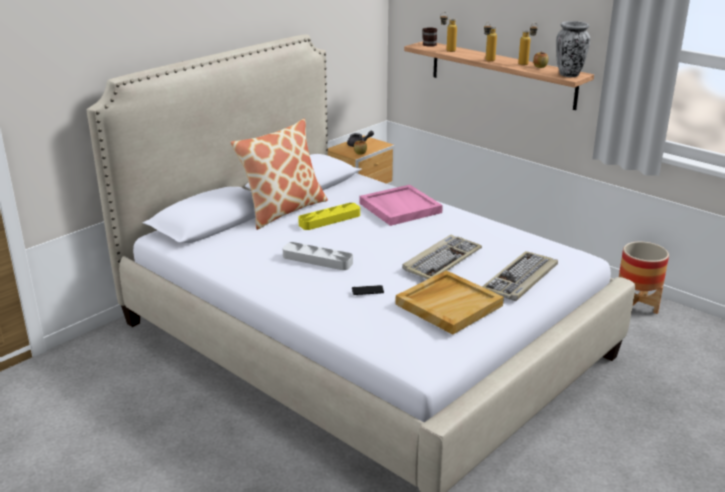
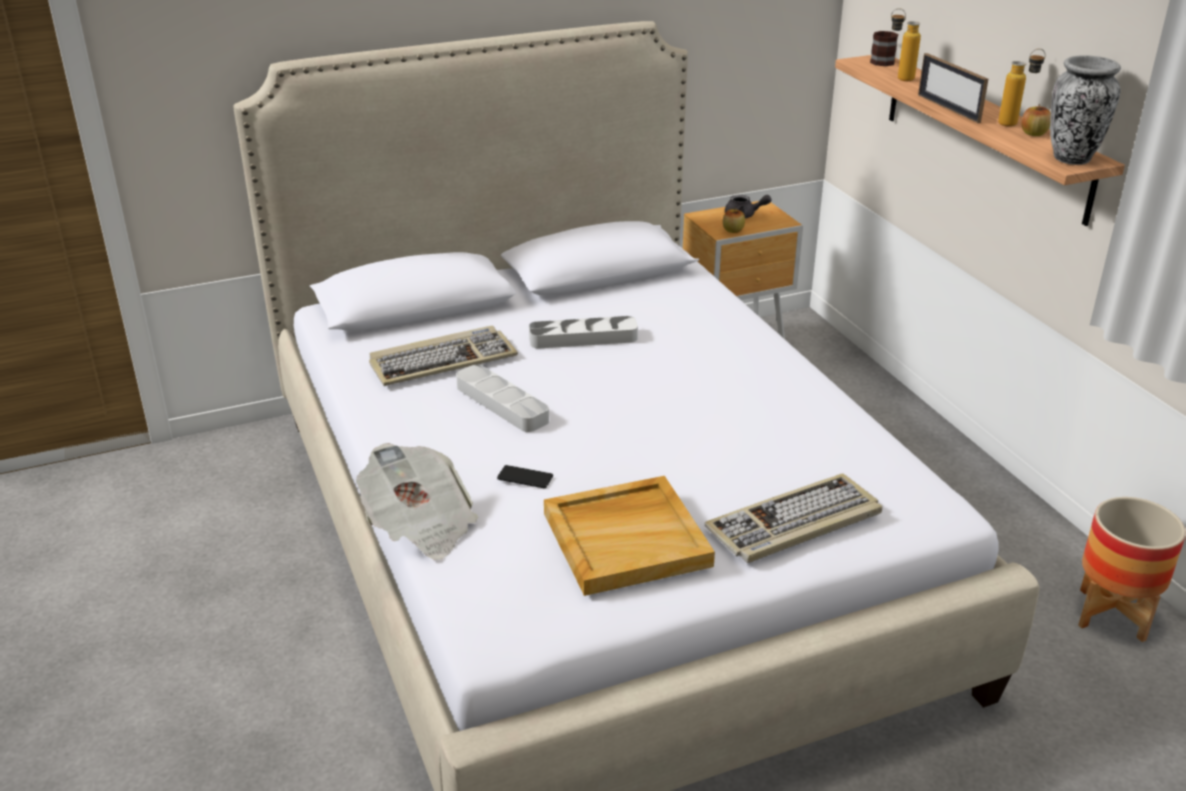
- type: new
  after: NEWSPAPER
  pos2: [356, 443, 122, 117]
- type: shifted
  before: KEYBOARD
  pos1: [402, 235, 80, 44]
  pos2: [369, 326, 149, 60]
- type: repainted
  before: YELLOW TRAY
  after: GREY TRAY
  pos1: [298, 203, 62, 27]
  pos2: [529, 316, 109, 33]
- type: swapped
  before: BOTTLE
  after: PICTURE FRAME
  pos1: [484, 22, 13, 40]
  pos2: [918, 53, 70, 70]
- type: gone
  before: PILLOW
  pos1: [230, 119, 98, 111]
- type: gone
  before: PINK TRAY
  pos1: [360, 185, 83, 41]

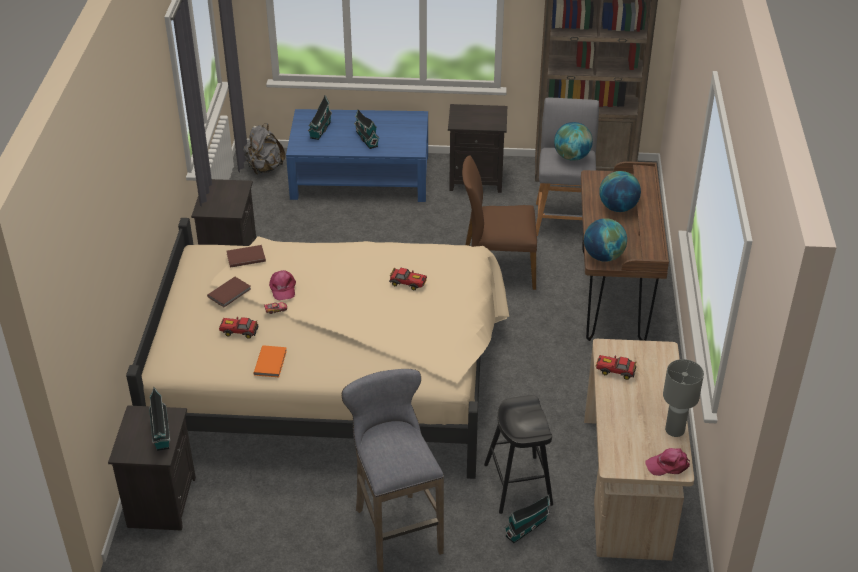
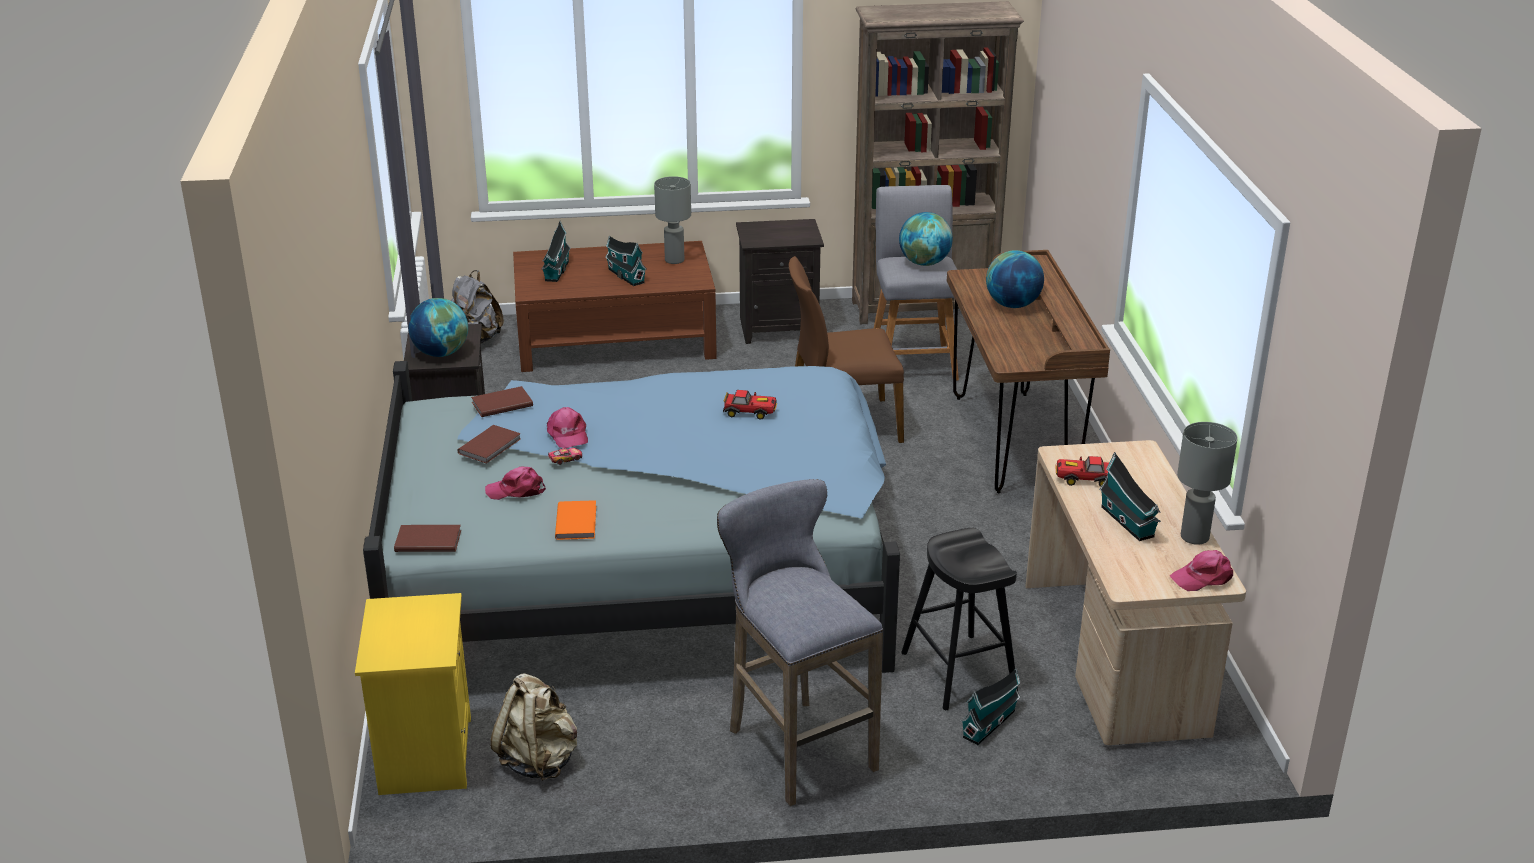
- type: repainted
  before: BLACK NIGHTSTAND
  after: YELLOW NIGHTSTAND
  pos1: [108, 405, 88, 126]
  pos2: [355, 593, 116, 202]
- type: repainted
  before: BEIGE BED
  after: BLUE BED
  pos1: [126, 218, 383, 261]
  pos2: [363, 361, 537, 312]
- type: new
  after: BROWN BOOK
  pos2: [394, 525, 67, 27]
- type: shifted
  before: GLOBE
  pos1: [584, 218, 43, 44]
  pos2: [408, 298, 60, 59]
- type: swapped
  before: TOY CAR
  after: PINK CAP
  pos1: [219, 317, 40, 22]
  pos2: [485, 466, 61, 34]
- type: new
  after: BEIGE BACKPACK
  pos2: [490, 673, 87, 108]
- type: repainted
  before: BLUE COFFEE TABLE
  after: BROWN COFFEE TABLE
  pos1: [286, 109, 142, 93]
  pos2: [513, 241, 204, 131]
- type: new
  after: GREY TABLE LAMP
  pos2: [654, 176, 37, 88]
- type: shifted
  before: TOY HOUSE
  pos1: [149, 387, 21, 64]
  pos2: [1099, 452, 62, 89]

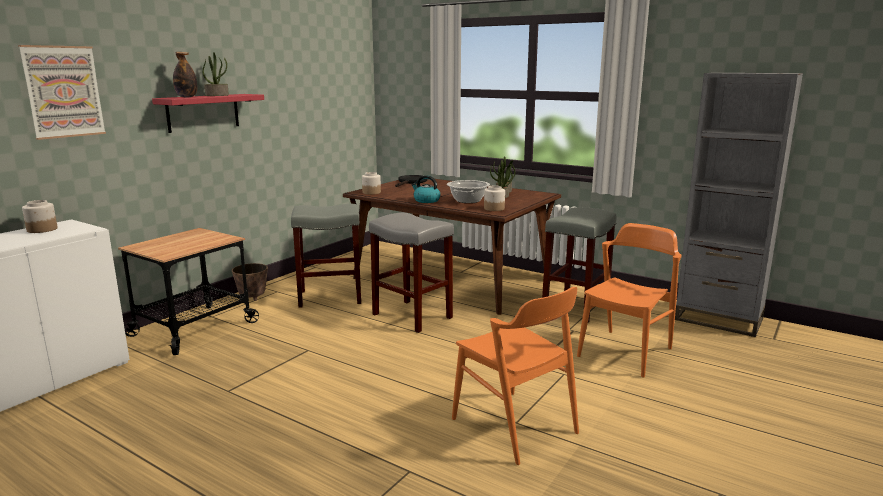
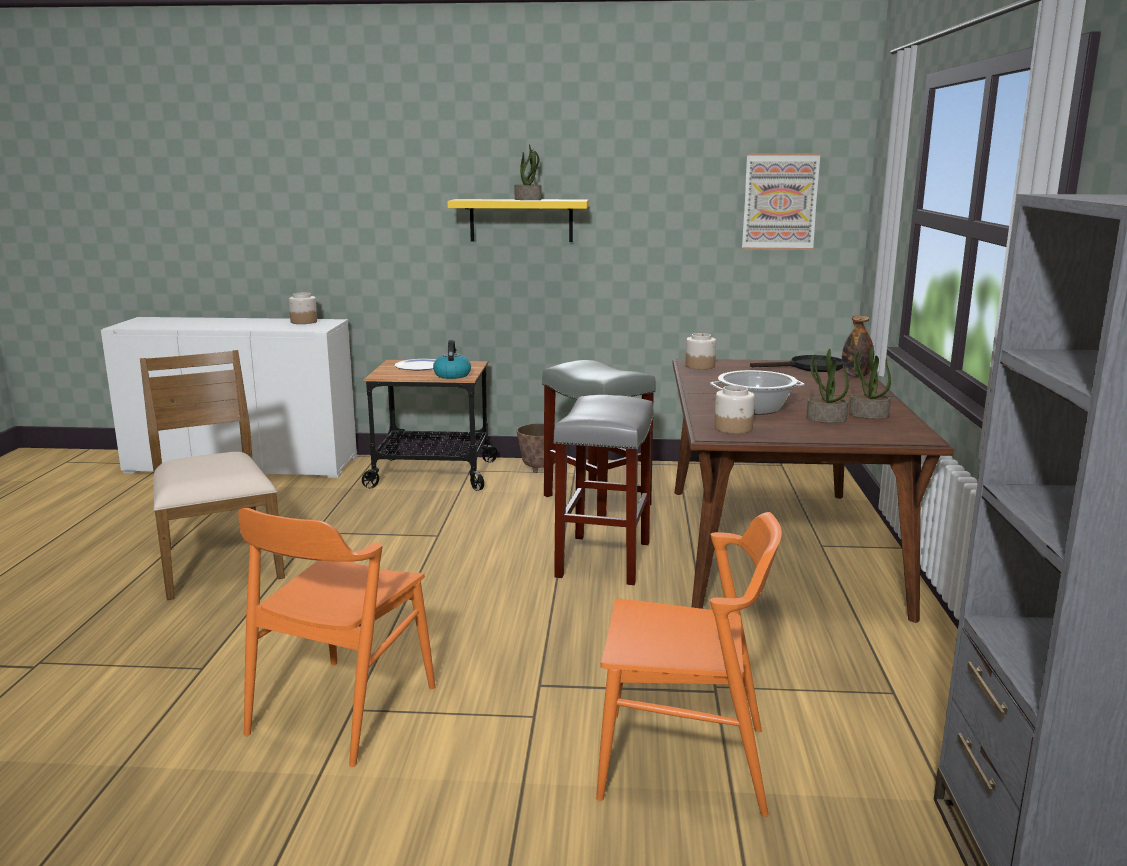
- type: new
  after: BROWN CHAIR
  pos2: [140, 350, 145, 250]
- type: new
  after: PLATE
  pos2: [395, 359, 41, 11]
- type: shifted
  before: KETTLE
  pos1: [411, 175, 29, 28]
  pos2: [433, 340, 38, 39]
- type: repainted
  before: RED SHELF
  after: YELLOW SHELF
  pos1: [152, 94, 112, 39]
  pos2: [447, 199, 142, 43]
- type: shifted
  before: PICTURE
  pos1: [18, 45, 88, 95]
  pos2: [742, 153, 79, 97]
- type: shifted
  before: BOTTLE
  pos1: [173, 52, 24, 45]
  pos2: [842, 315, 32, 62]
- type: gone
  before: GREY STOOL
  pos1: [542, 207, 75, 116]

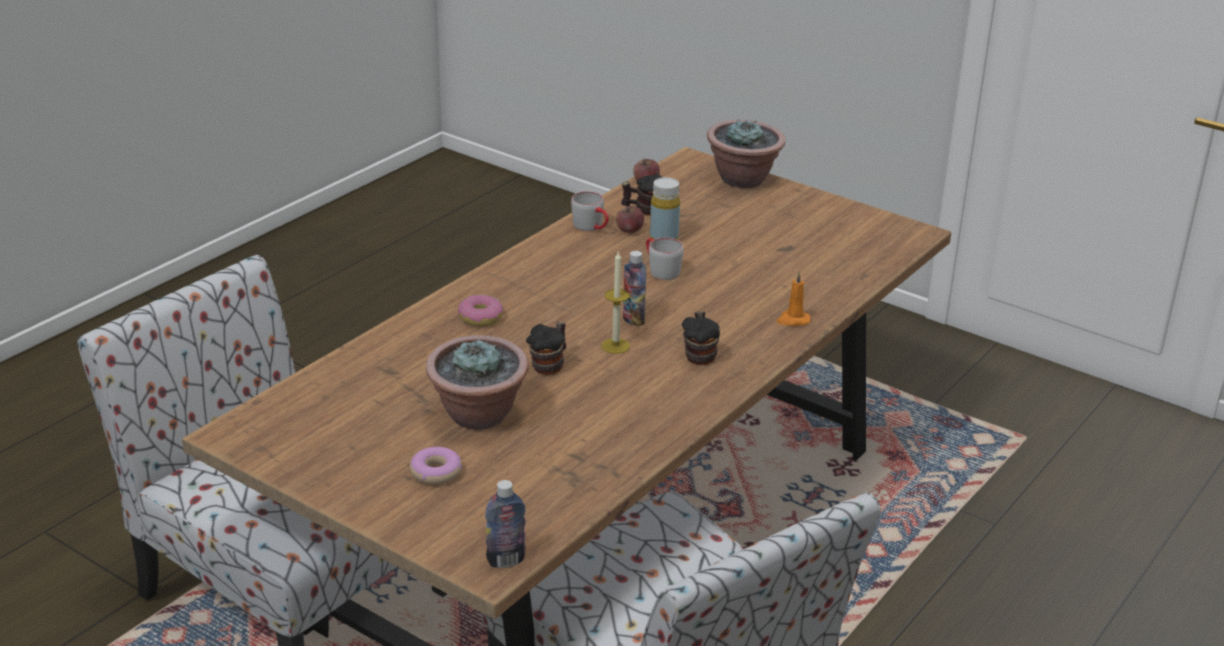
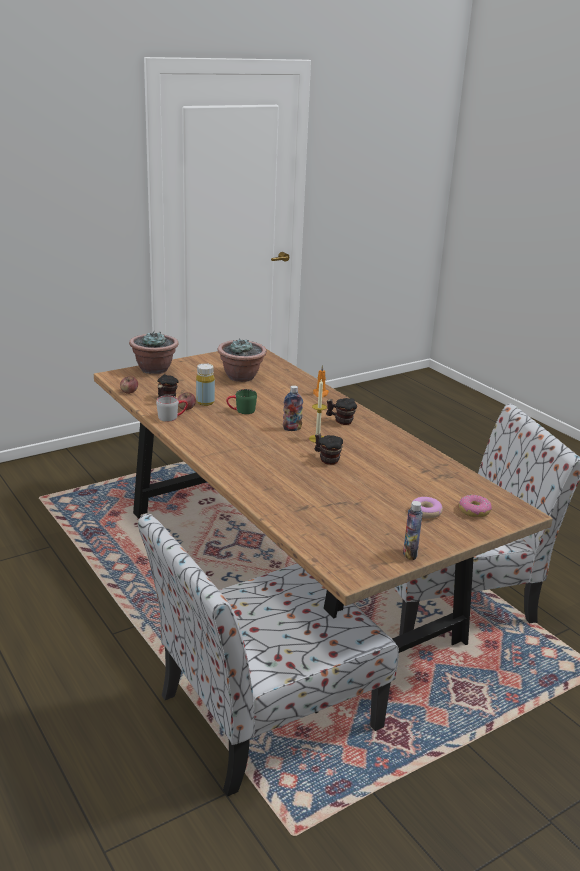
- type: shifted
  before: POTTED PLANT
  pos1: [426, 335, 103, 95]
  pos2: [218, 338, 49, 44]
- type: repainted
  before: GREY MUG
  after: GREEN MUG
  pos1: [646, 238, 38, 42]
  pos2: [226, 389, 31, 25]
- type: shifted
  before: BOTTLE
  pos1: [485, 480, 41, 88]
  pos2: [403, 501, 20, 59]
- type: shifted
  before: DONUT
  pos1: [458, 295, 45, 32]
  pos2: [459, 495, 33, 22]

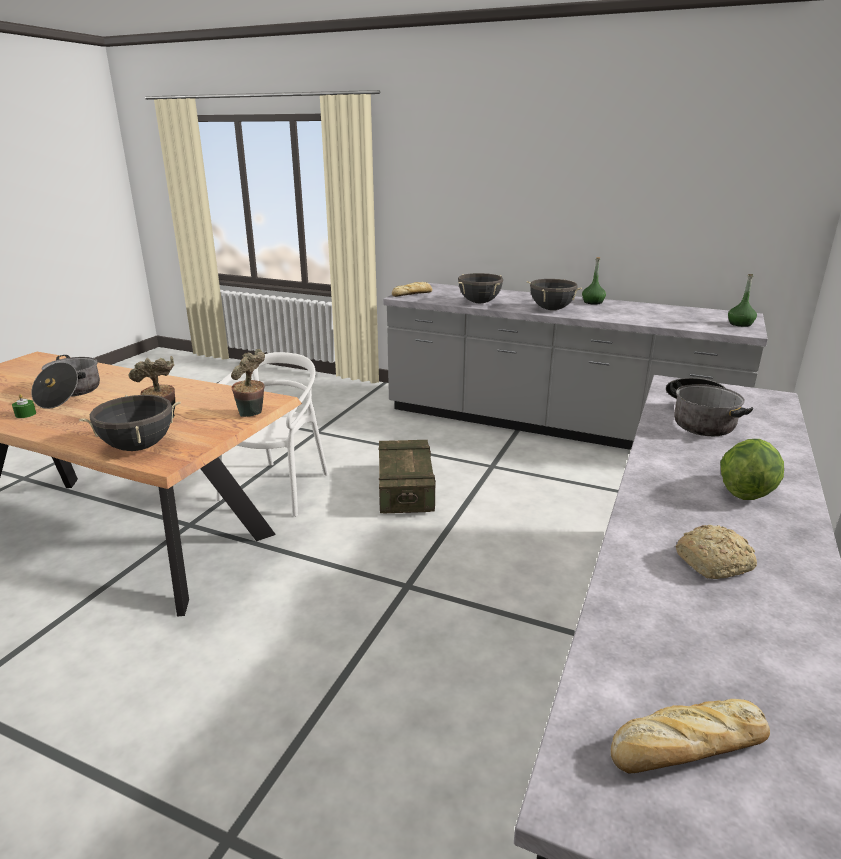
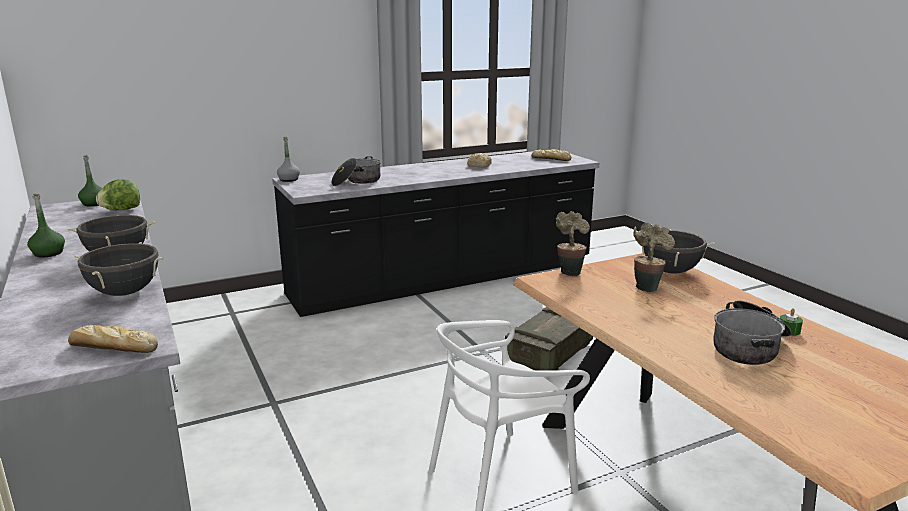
- type: shifted
  before: LETTUCE
  pos1: [720, 439, 64, 61]
  pos2: [96, 179, 44, 31]
- type: new
  after: GREY BOTTLE
  pos2: [277, 137, 23, 45]
- type: shifted
  before: CRATE
  pos1: [379, 440, 57, 73]
  pos2: [504, 307, 89, 63]

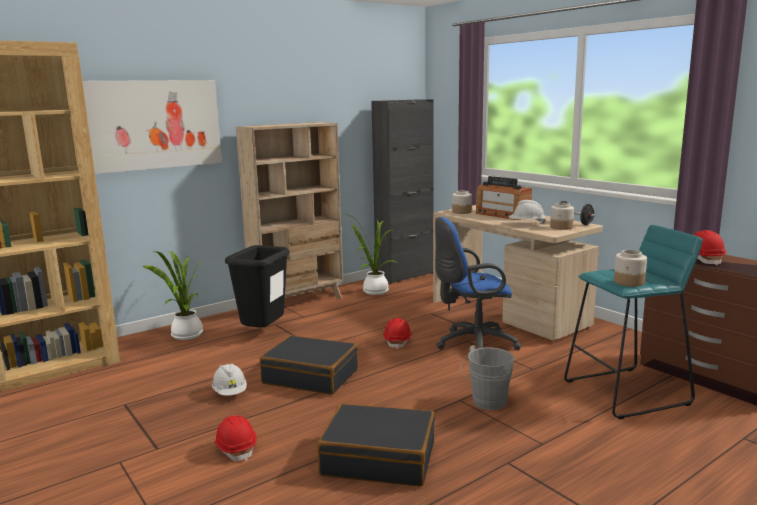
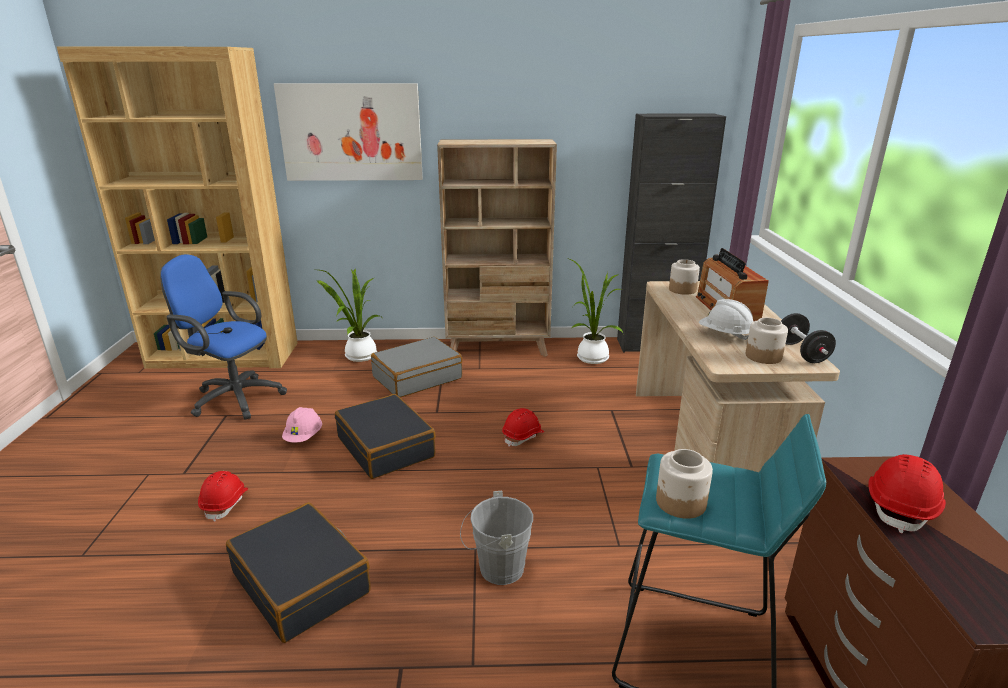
- type: shifted
  before: BLUE OFFICE CHAIR
  pos1: [435, 217, 86, 133]
  pos2: [160, 254, 127, 166]
- type: repainted
  before: WHITE HARD HAT
  after: PINK HARD HAT
  pos1: [212, 363, 35, 33]
  pos2: [282, 407, 40, 36]
- type: swapped
  before: BLACK TRASH CAN
  after: GREY SUITCASE
  pos1: [225, 245, 64, 82]
  pos2: [371, 337, 91, 61]

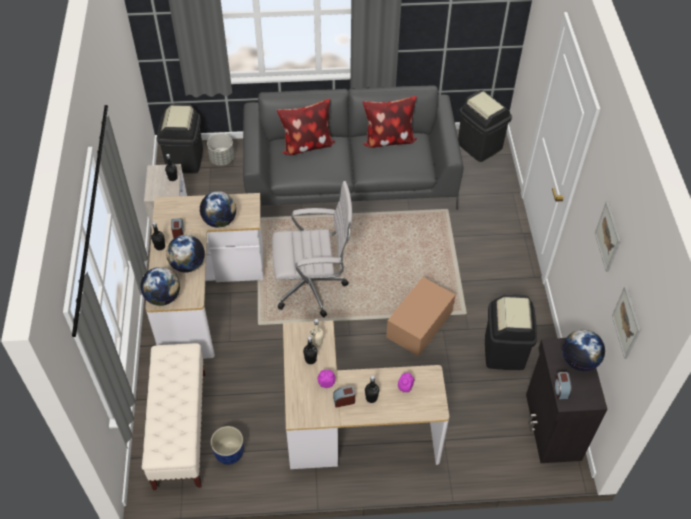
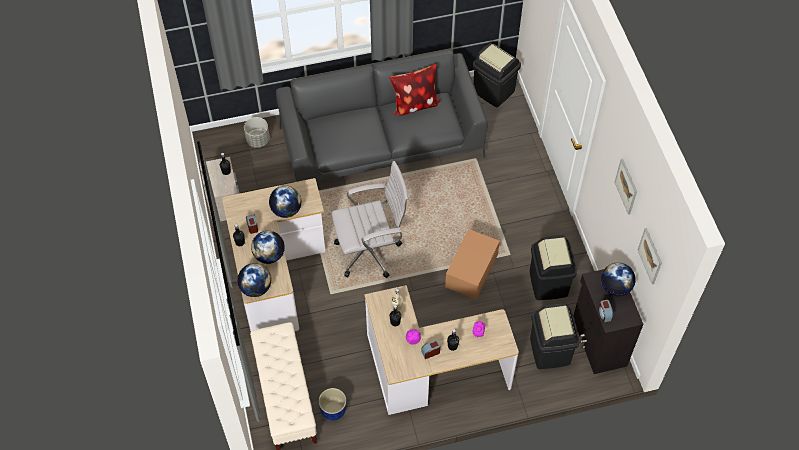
- type: shifted
  before: BLACK TRASH CAN
  pos1: [157, 104, 46, 69]
  pos2: [530, 303, 50, 66]
- type: gone
  before: PILLOW
  pos1: [277, 99, 58, 56]

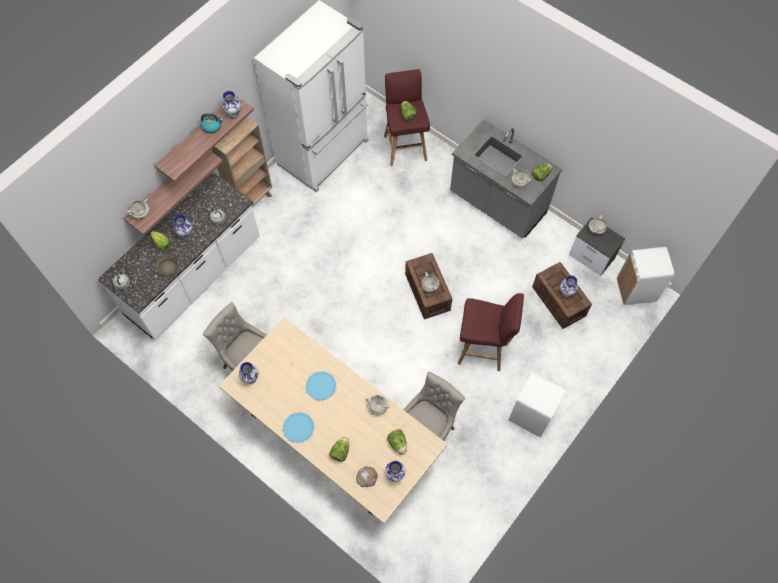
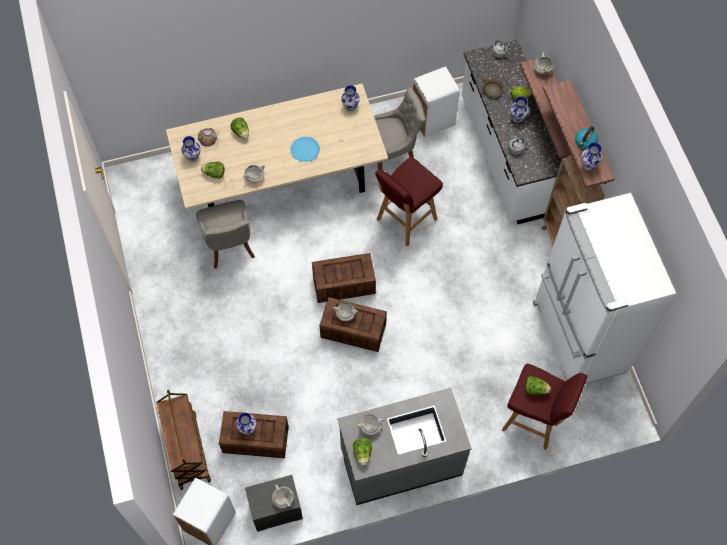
- type: new
  after: BROWN CART
  pos2: [156, 390, 55, 100]
- type: new
  after: CRATE
  pos2: [312, 253, 64, 50]
- type: shifted
  before: RED STOOL
  pos1: [458, 293, 66, 78]
  pos2: [375, 157, 68, 90]
- type: shifted
  before: WHITE TRASH CAN
  pos1: [509, 372, 57, 66]
  pos2: [412, 67, 48, 70]
- type: gone
  before: BLUE PLATE
  pos1: [283, 412, 31, 31]

